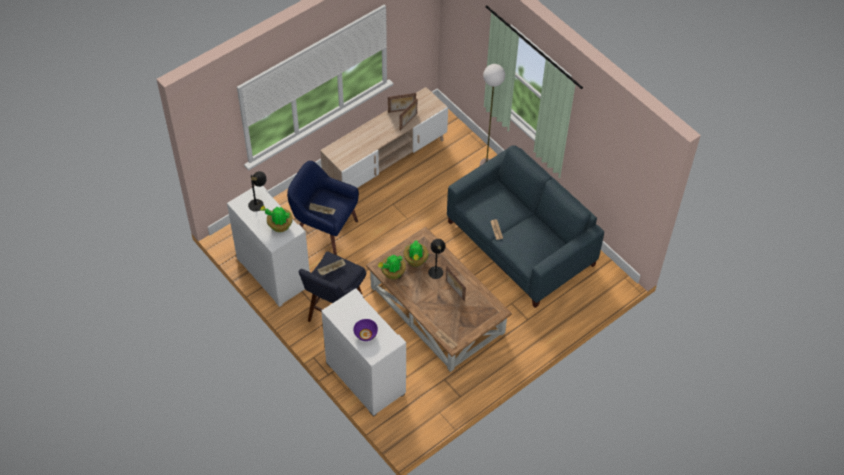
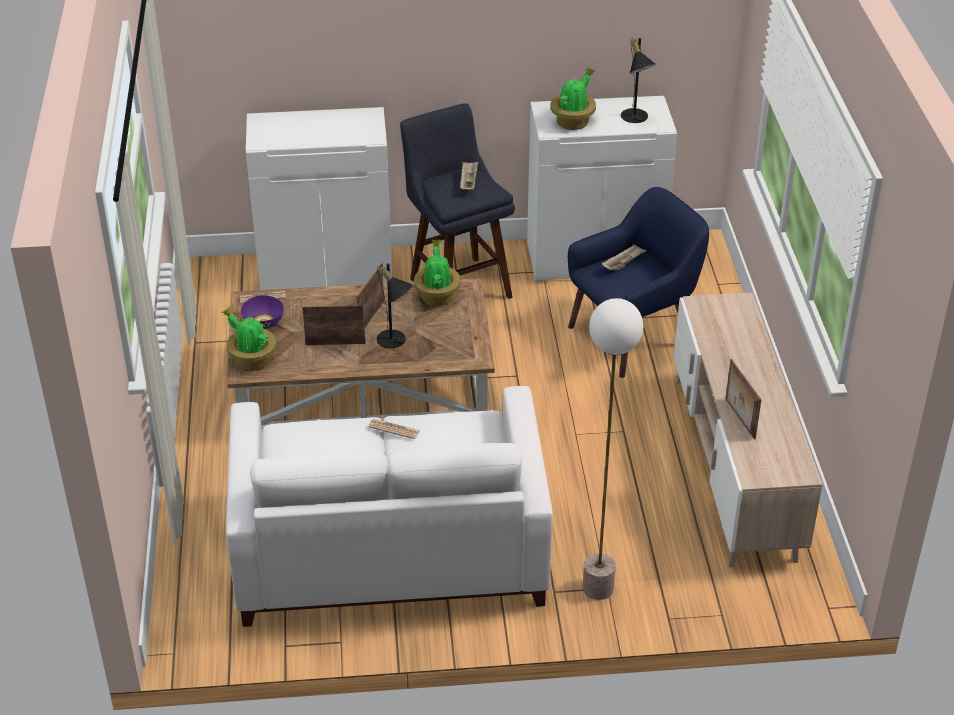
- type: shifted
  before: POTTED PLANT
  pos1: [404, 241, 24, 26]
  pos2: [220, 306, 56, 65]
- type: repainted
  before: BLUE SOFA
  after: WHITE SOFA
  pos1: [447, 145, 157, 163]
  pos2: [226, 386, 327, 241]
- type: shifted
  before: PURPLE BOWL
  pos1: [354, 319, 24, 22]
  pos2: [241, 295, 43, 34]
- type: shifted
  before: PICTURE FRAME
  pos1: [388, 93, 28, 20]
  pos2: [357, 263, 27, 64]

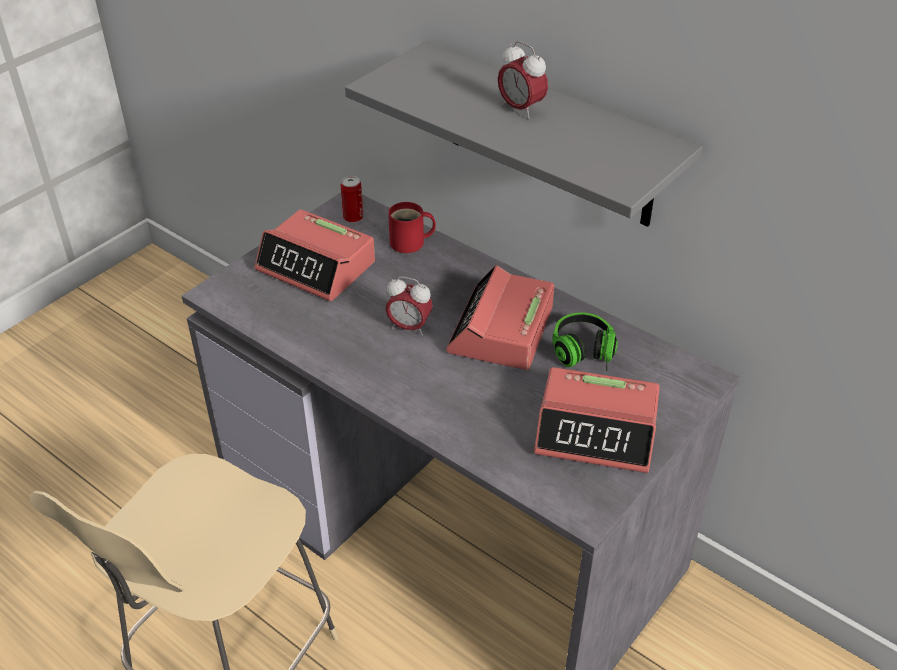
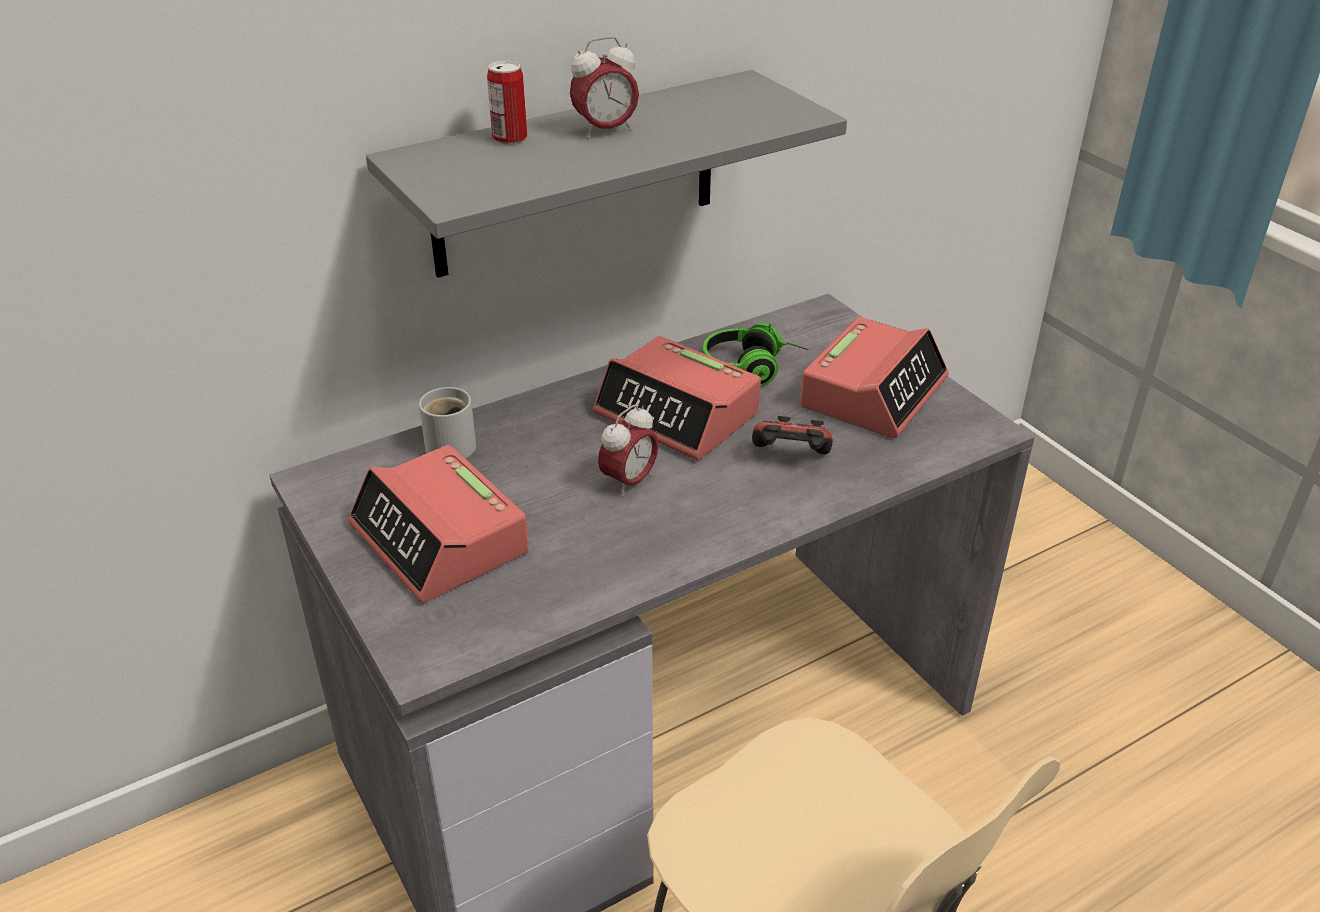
- type: rotated
  before: ALARM CLOCK
  pos1: [254, 209, 121, 92]
  pos2: [348, 445, 181, 158]
  turn: 90
- type: repainted
  before: RED MUG
  after: WHITE MUG
  pos1: [388, 202, 48, 51]
  pos2: [419, 387, 57, 72]
- type: shifted
  before: CAN
  pos1: [340, 176, 23, 47]
  pos2: [487, 61, 40, 84]
- type: new
  after: GAME CONTROLLER
  pos2: [752, 416, 81, 38]

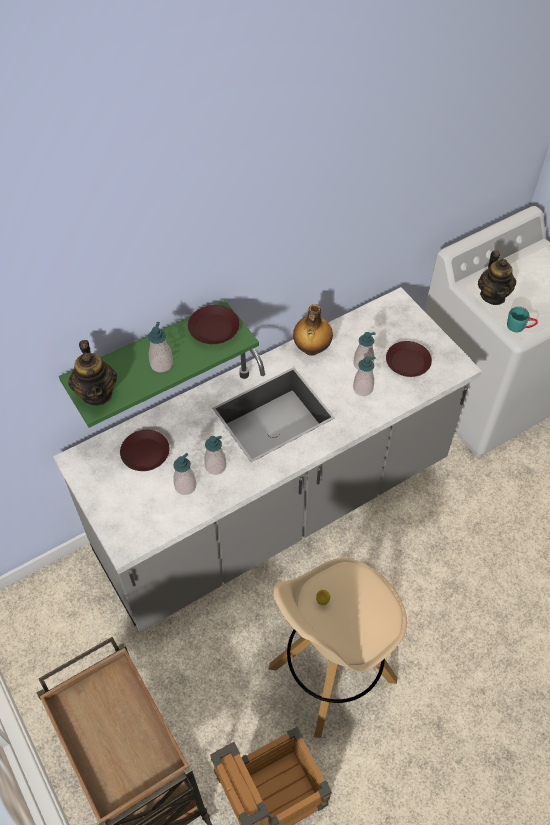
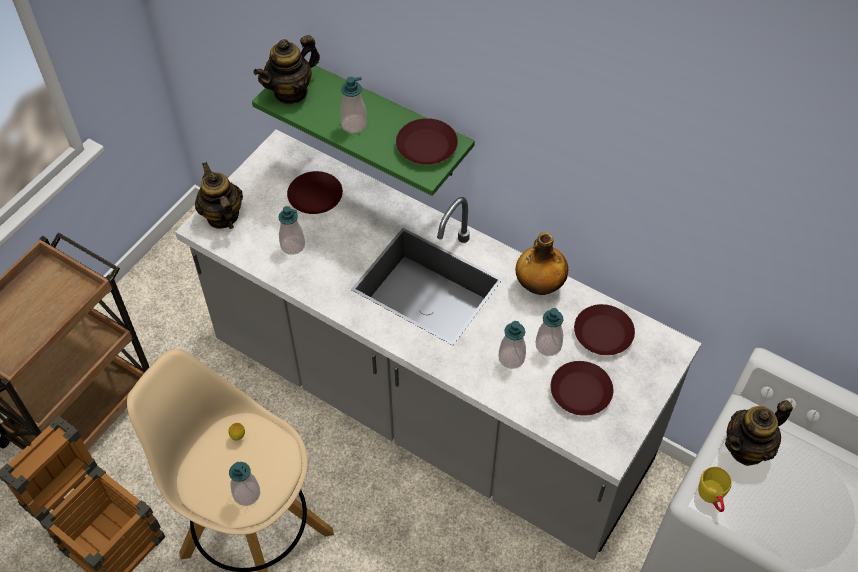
- type: new
  after: TEAPOT
  pos2: [195, 162, 48, 67]
- type: shifted
  before: SOAP DISPENSER
  pos1: [204, 436, 22, 39]
  pos2: [229, 462, 31, 44]
- type: new
  after: BROWN PLATE
  pos2: [574, 304, 61, 51]
- type: repainted
  before: TURQUOISE MUG
  after: YELLOW MUG
  pos1: [507, 307, 31, 25]
  pos2: [698, 467, 34, 45]

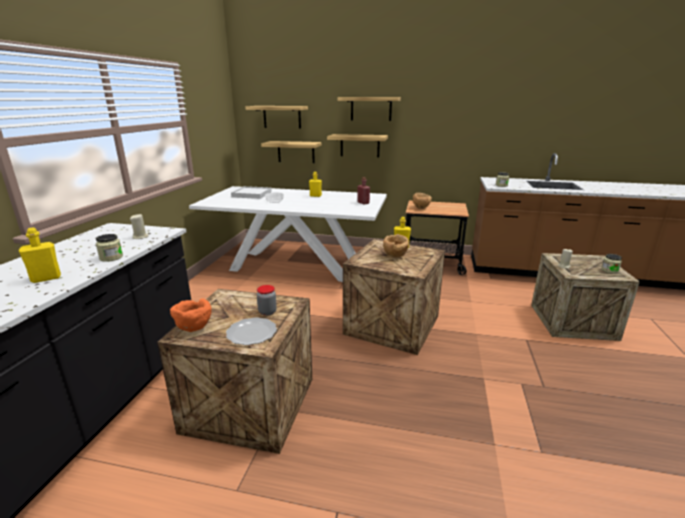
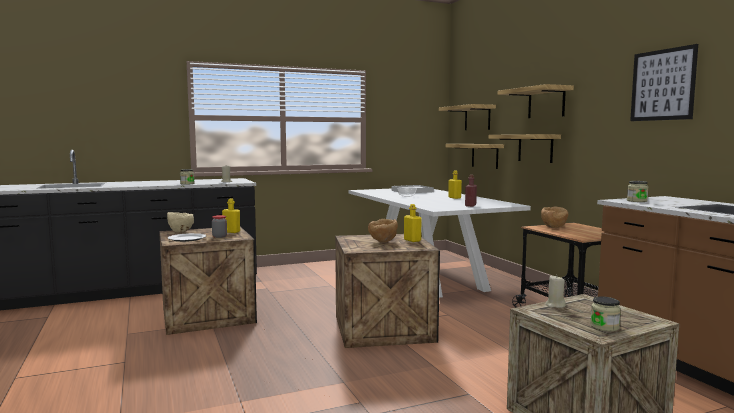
- type: repainted
  before: ORANGE BOWL
  after: BEIGE BOWL
  pos1: [170, 298, 42, 34]
  pos2: [167, 212, 27, 21]
- type: shifted
  before: YELLOW BOTTLE
  pos1: [19, 228, 42, 55]
  pos2: [222, 198, 18, 35]
- type: new
  after: PICTURE
  pos2: [630, 44, 68, 77]

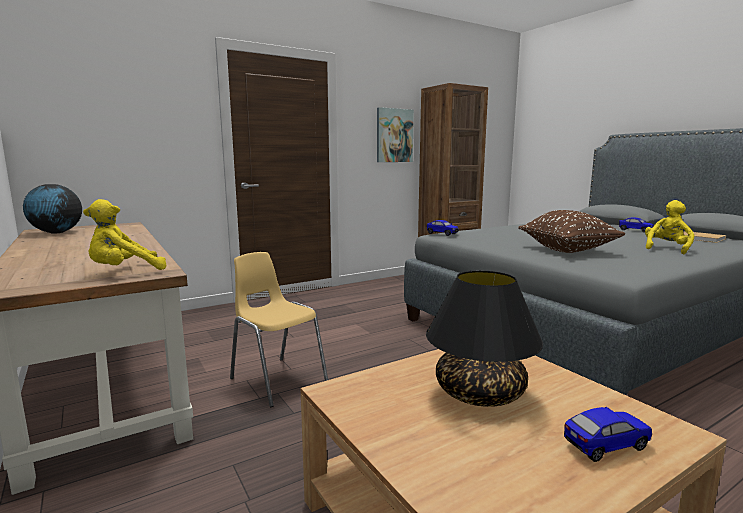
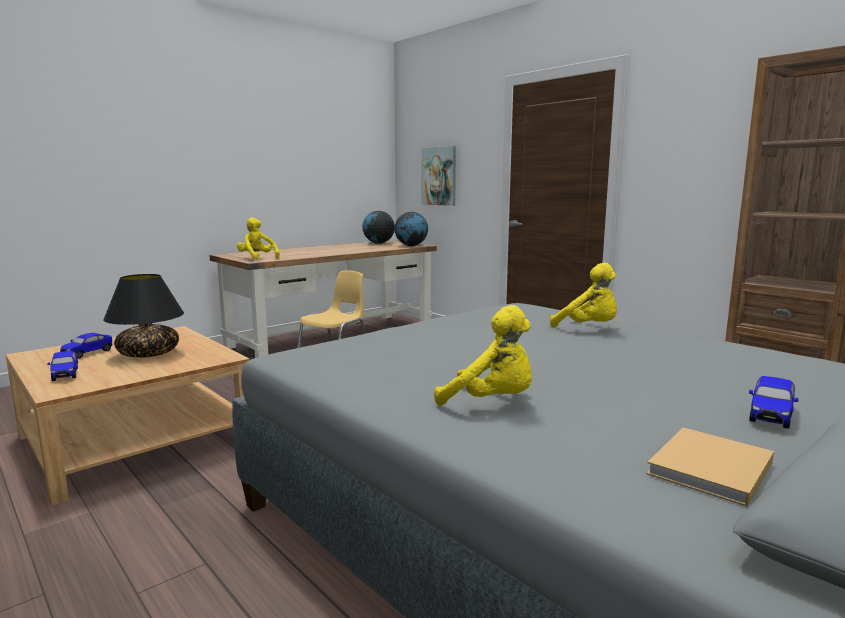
- type: shifted
  before: TOY CAR
  pos1: [427, 220, 32, 16]
  pos2: [60, 333, 52, 26]
- type: new
  after: GLOBE
  pos2: [394, 212, 34, 34]
- type: shifted
  before: PICTURE
  pos1: [377, 107, 37, 55]
  pos2: [421, 146, 35, 60]
- type: new
  after: YELLOW PLUSH TOY
  pos2: [550, 263, 67, 64]
- type: gone
  before: BROWN PILLOW
  pos1: [518, 210, 108, 43]

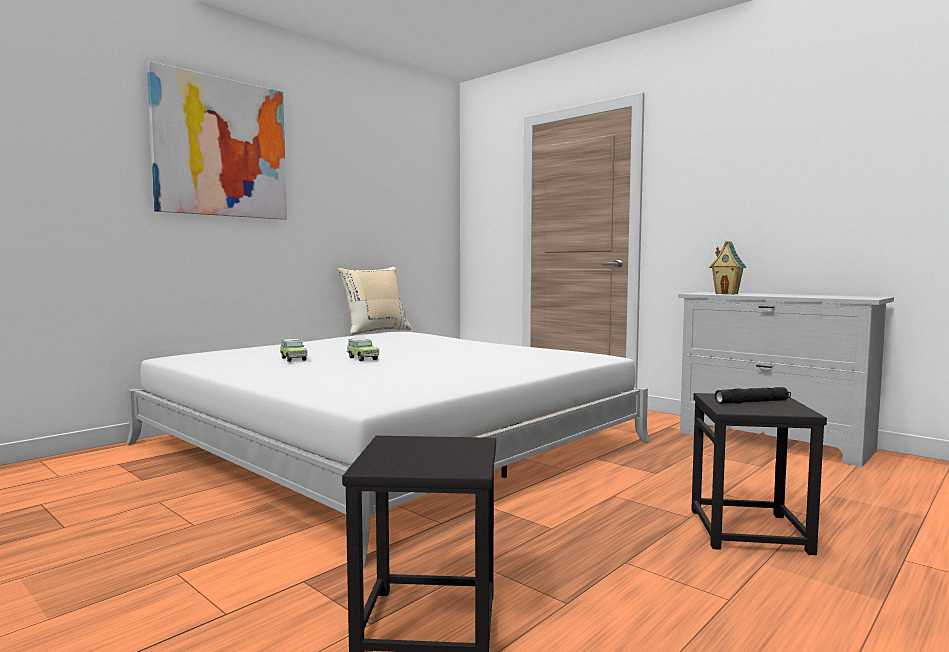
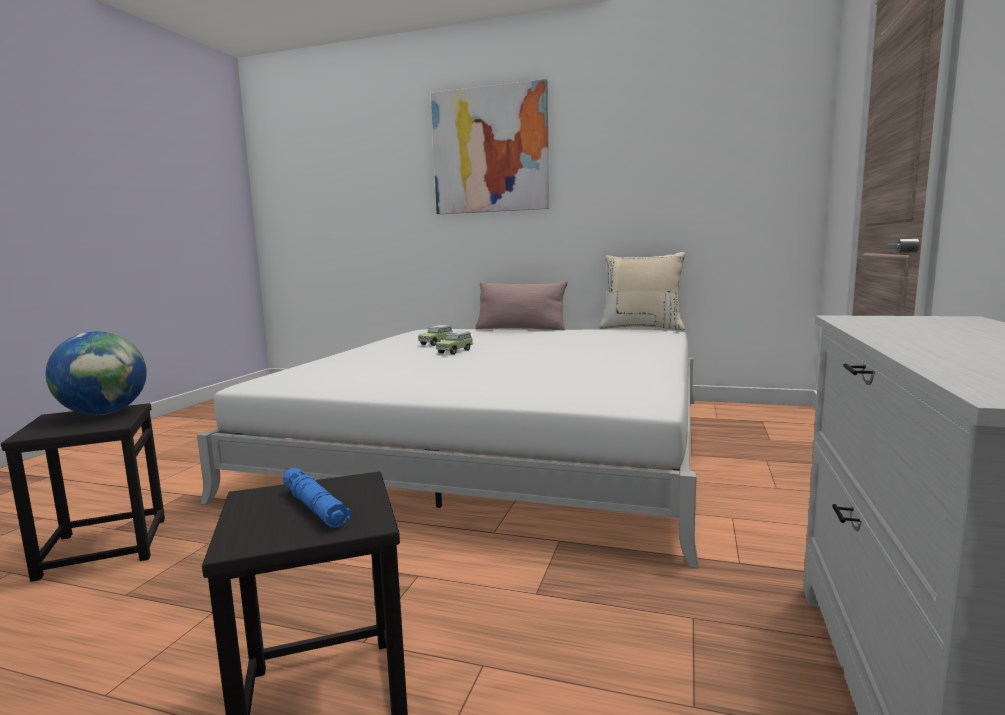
- type: new
  after: GLOBE
  pos2: [46, 331, 101, 84]
- type: repainted
  before: BLACK FLASHLIGHT
  after: BLUE FLASHLIGHT
  pos1: [715, 387, 76, 17]
  pos2: [283, 468, 68, 60]
- type: new
  after: PINK PILLOW
  pos2: [475, 281, 93, 49]
- type: gone
  before: TOY HOUSE
  pos1: [709, 241, 38, 54]

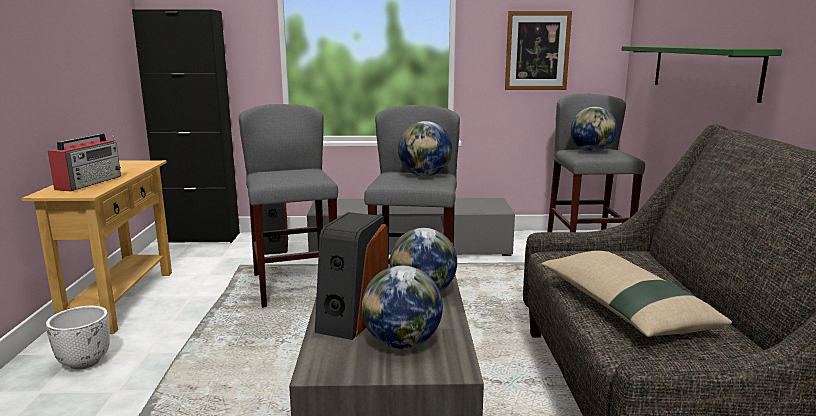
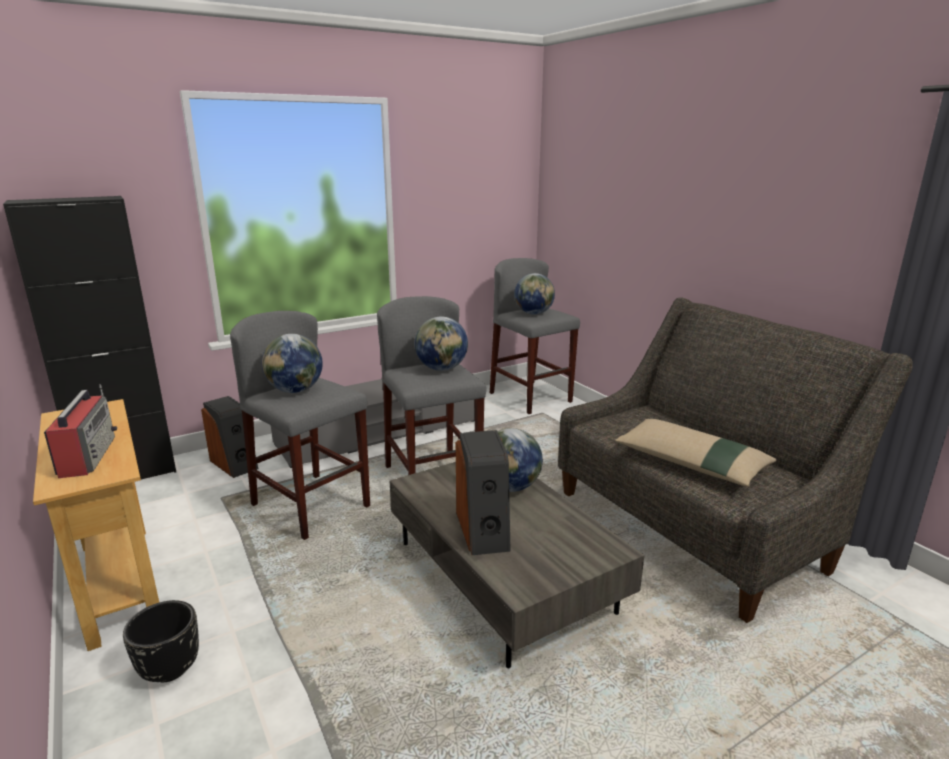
- type: repainted
  before: WHITE PLANTER
  after: BLACK PLANTER
  pos1: [46, 306, 64, 64]
  pos2: [123, 600, 76, 82]
- type: shifted
  before: GLOBE
  pos1: [361, 266, 82, 83]
  pos2: [262, 334, 61, 59]
- type: gone
  before: PICTURE
  pos1: [505, 11, 67, 79]
- type: gone
  before: GREEN SHELF
  pos1: [622, 46, 160, 57]

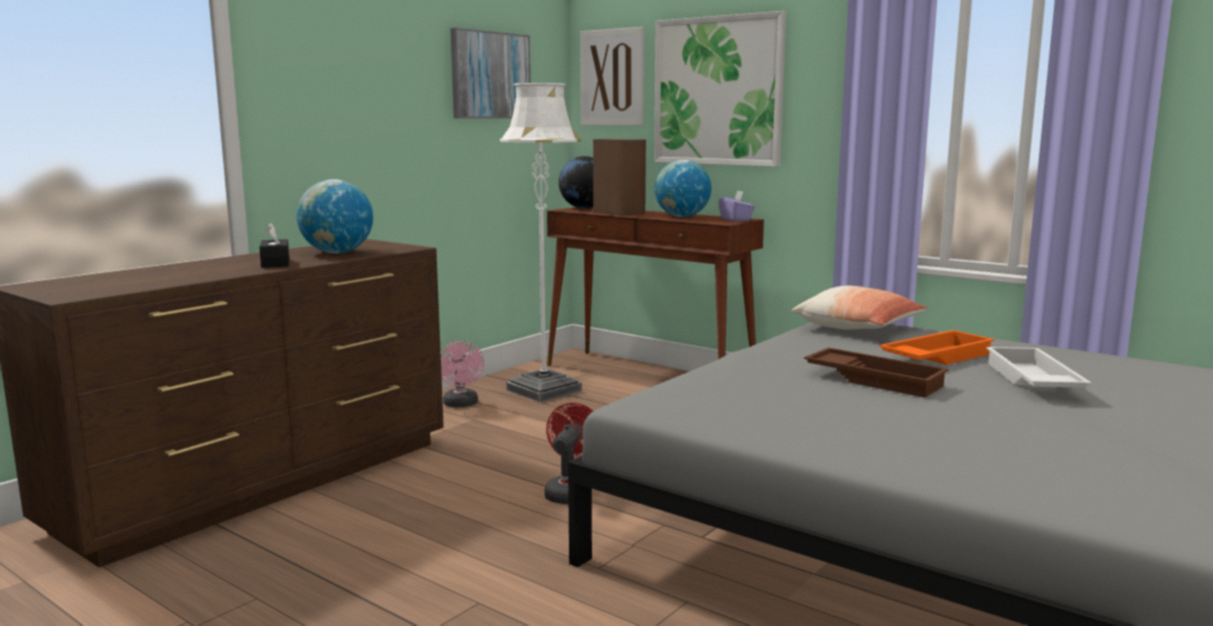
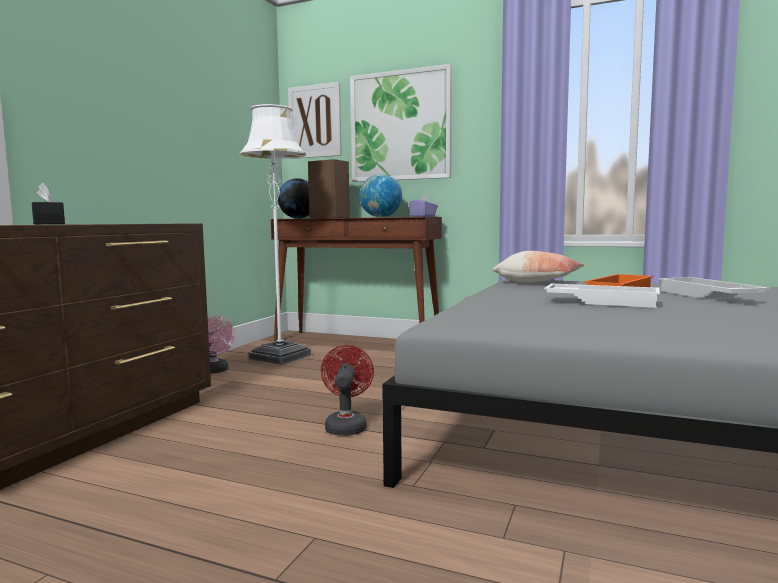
- type: repainted
  before: BROWN TRAY
  after: WHITE TRAY
  pos1: [804, 348, 145, 50]
  pos2: [544, 283, 116, 25]
- type: gone
  before: GLOBE
  pos1: [296, 179, 77, 74]
- type: gone
  before: PICTURE
  pos1: [451, 28, 80, 90]

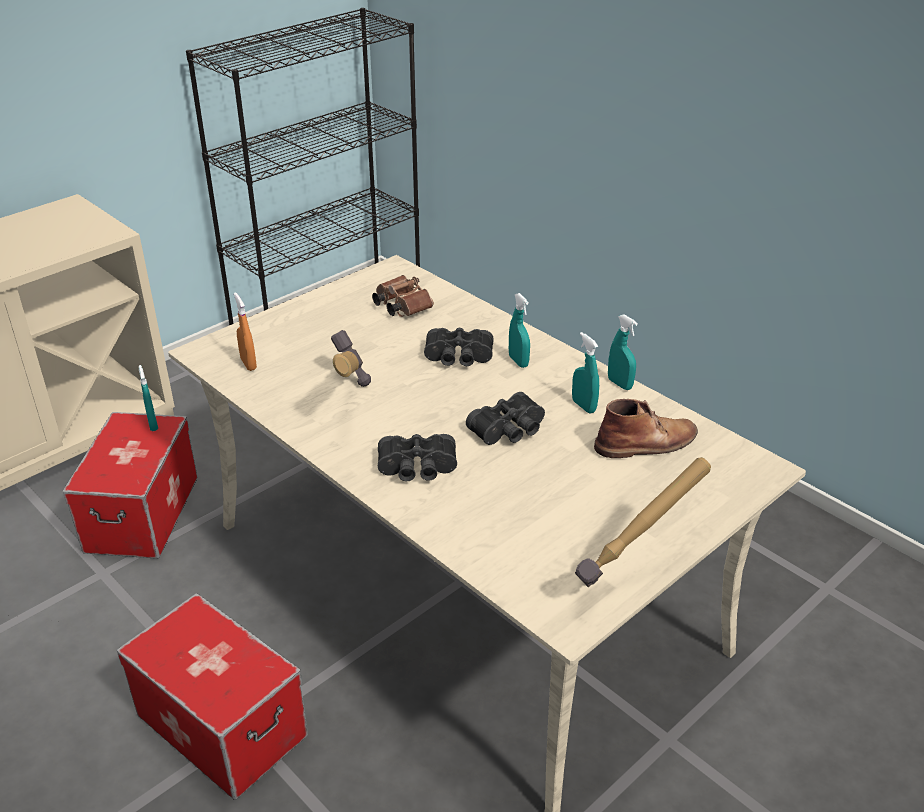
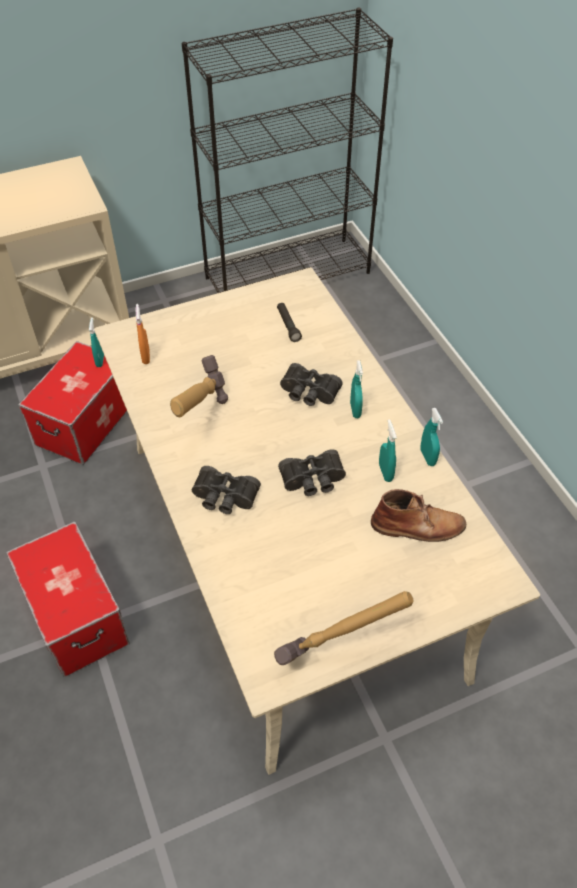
- type: swapped
  before: BROWN BINOCULARS
  after: BLACK FLASHLIGHT
  pos1: [372, 275, 62, 42]
  pos2: [277, 303, 25, 39]

